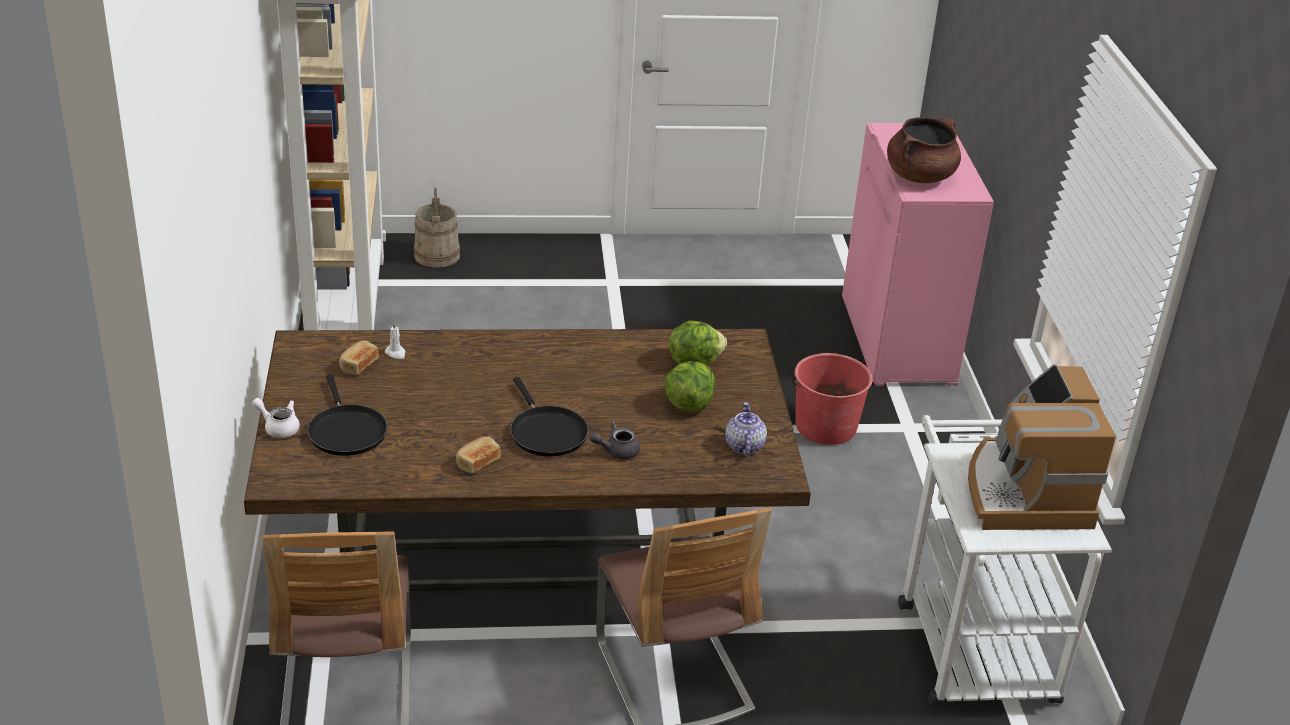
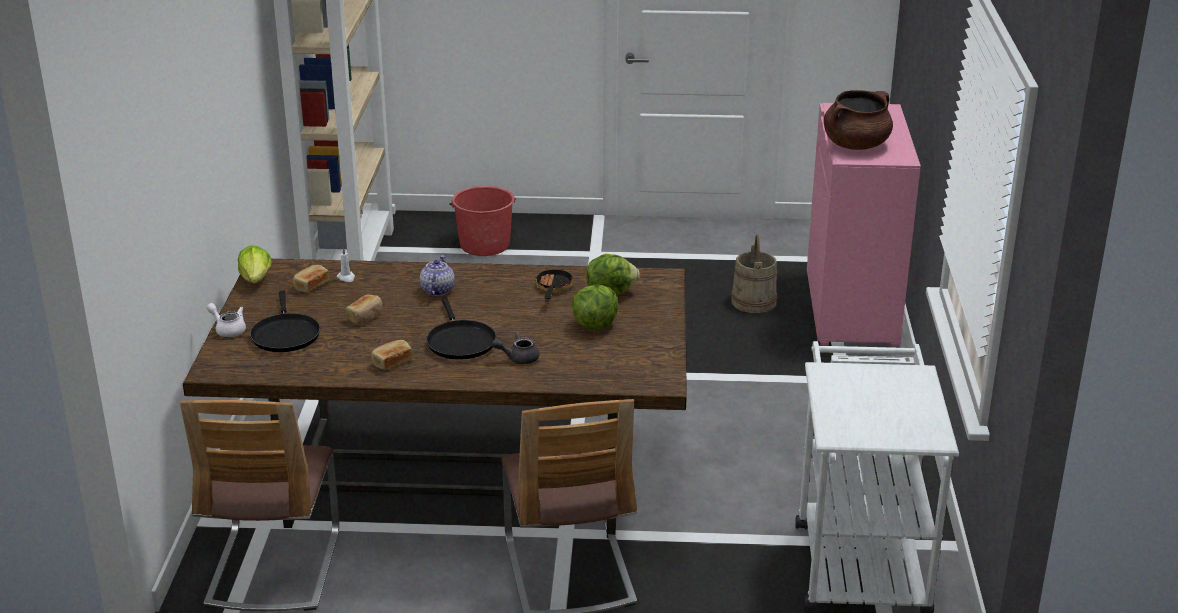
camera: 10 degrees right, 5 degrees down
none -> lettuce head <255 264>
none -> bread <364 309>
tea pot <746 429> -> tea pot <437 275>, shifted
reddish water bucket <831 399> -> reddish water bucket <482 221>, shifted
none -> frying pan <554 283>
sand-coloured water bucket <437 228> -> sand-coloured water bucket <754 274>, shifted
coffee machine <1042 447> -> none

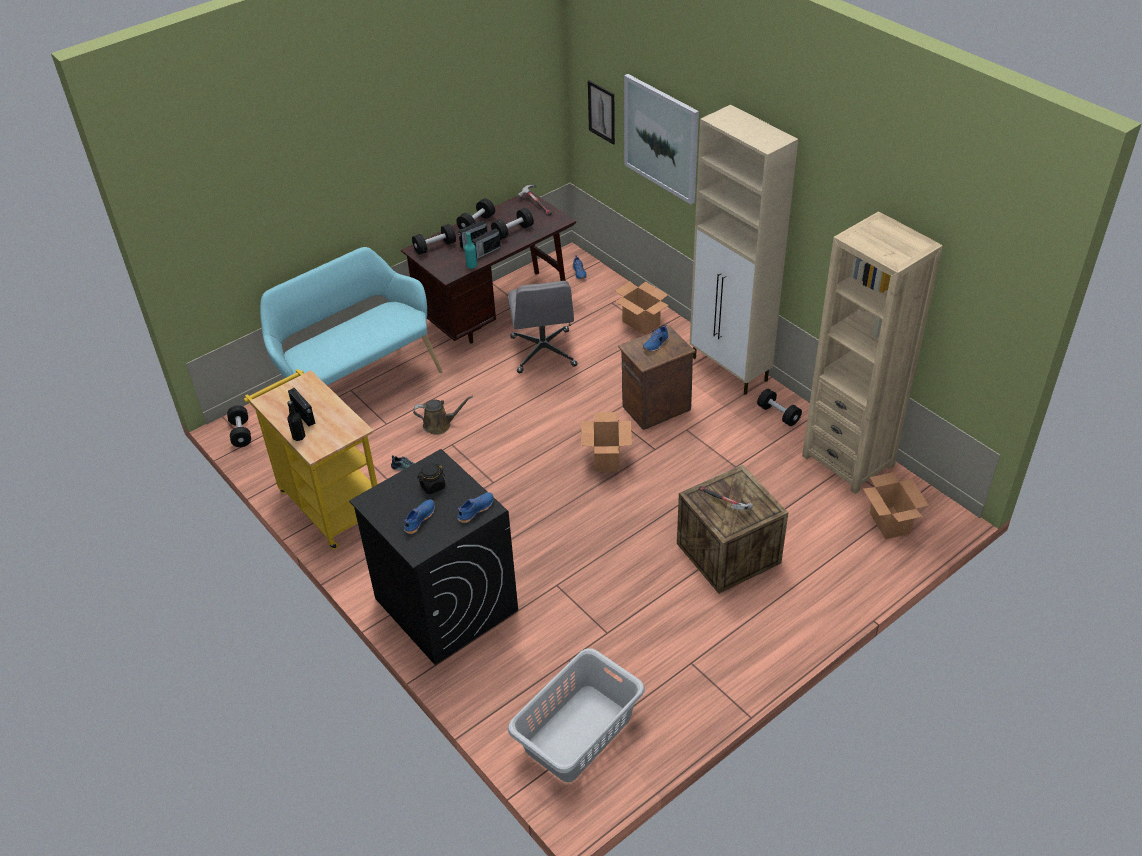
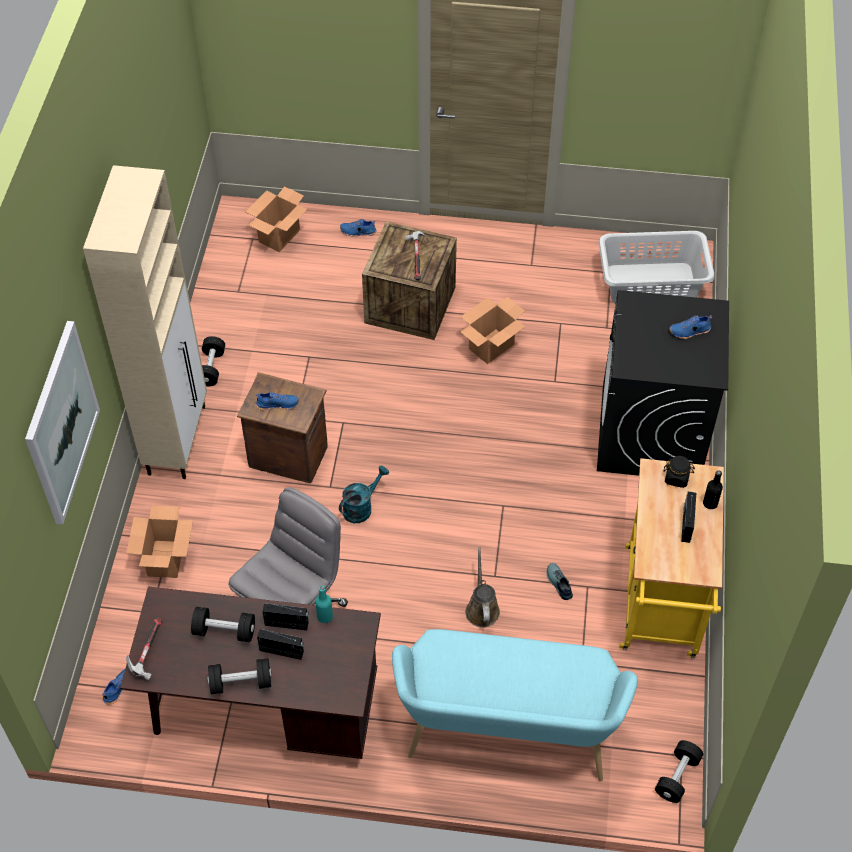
camera: 135 degrees left, 10 degrees up
none -> turquoise watering pot <364 494>
blue shoe <475 508> -> blue shoe <358 228>, shifted
cardboard box <606 442> -> cardboard box <493 330>, shifted
brown watering pot <443 415> -> brown watering pot <482 587>, 45 degrees clockwise
black-coloured preserve jar <431 478> -> black-coloured preserve jar <679 472>, shifted
black-coloured free weight <434 239> -> none
wall picture <601 112> -> none
sand-coloured bookshelf <872 352> -> none

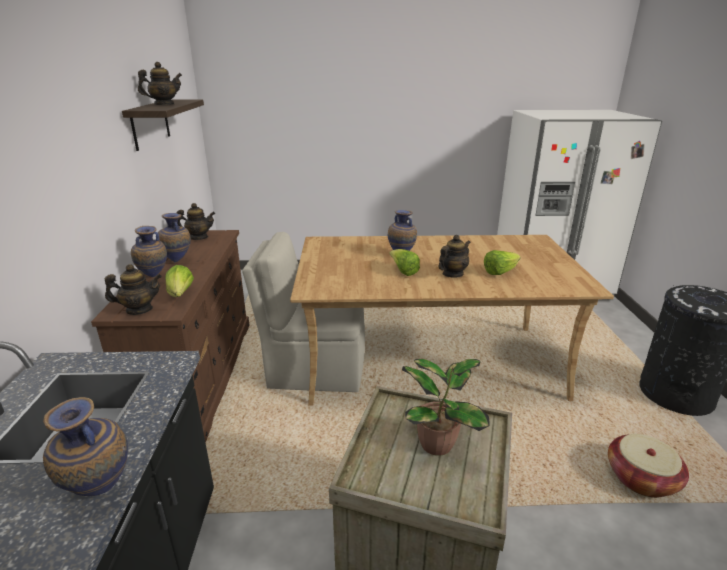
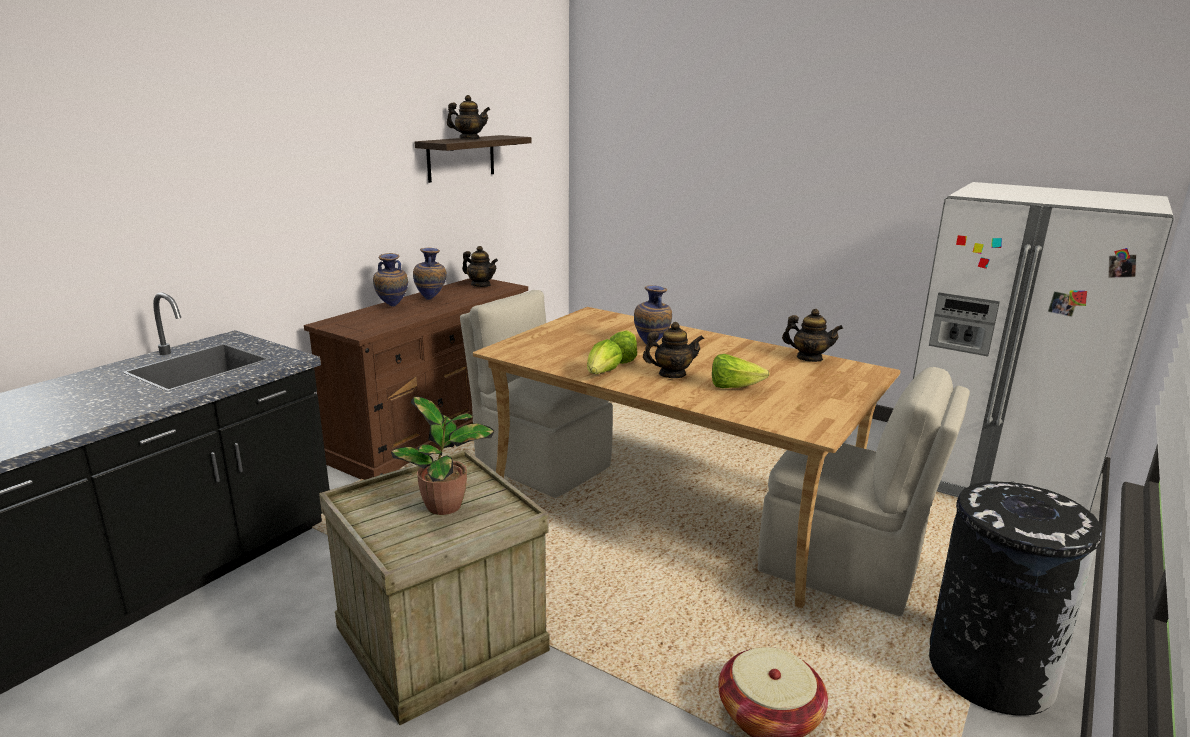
camera: 35 degrees right, 5 degrees down
lettuce head <179 281> -> lettuce head <604 356>, shifted
none -> sand-coloured plain chair <864 491>
tea pot <133 289> -> tea pot <812 335>, shifted
vase <85 446> -> none

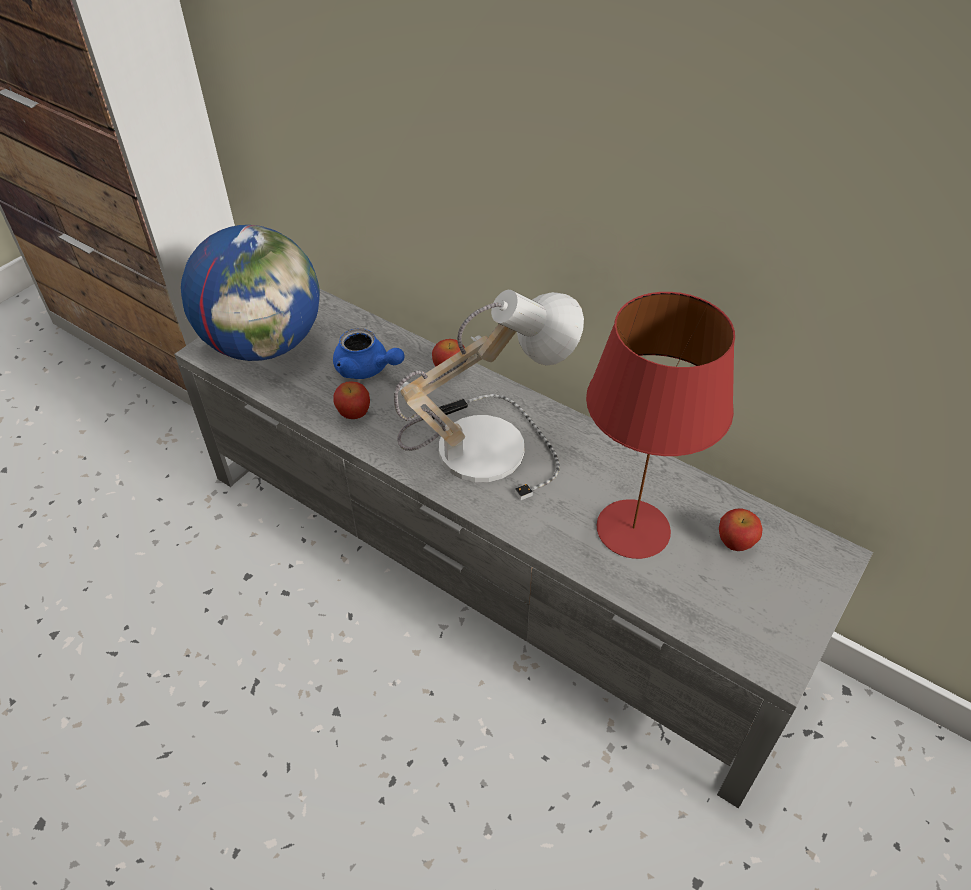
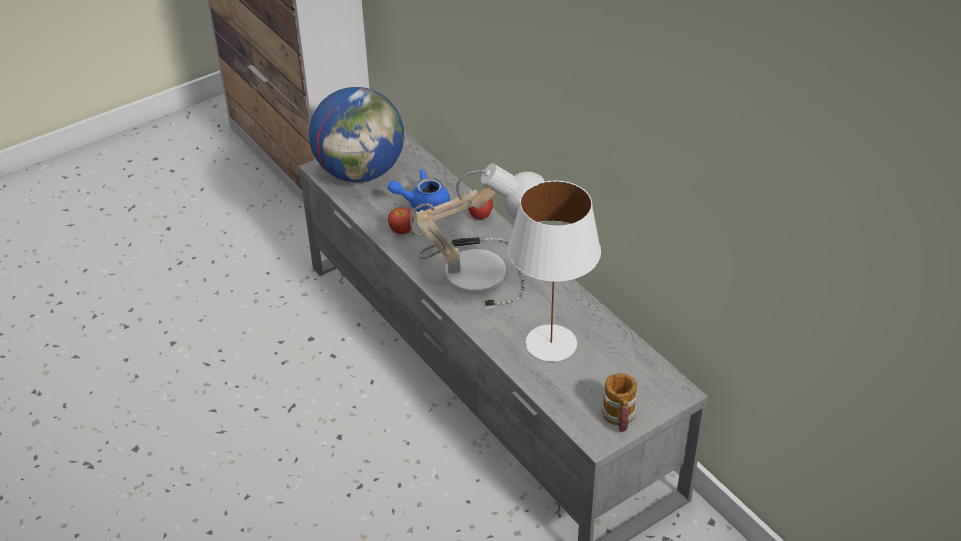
camera: 20 degrees right, 5 degrees down
blue tea pot <369 353> -> blue tea pot <419 190>, 120 degrees clockwise
reddish tabletop lamp <660 425> -> white tabletop lamp <554 271>
none -> tea mug <619 402>
whole apple <741 530> -> none

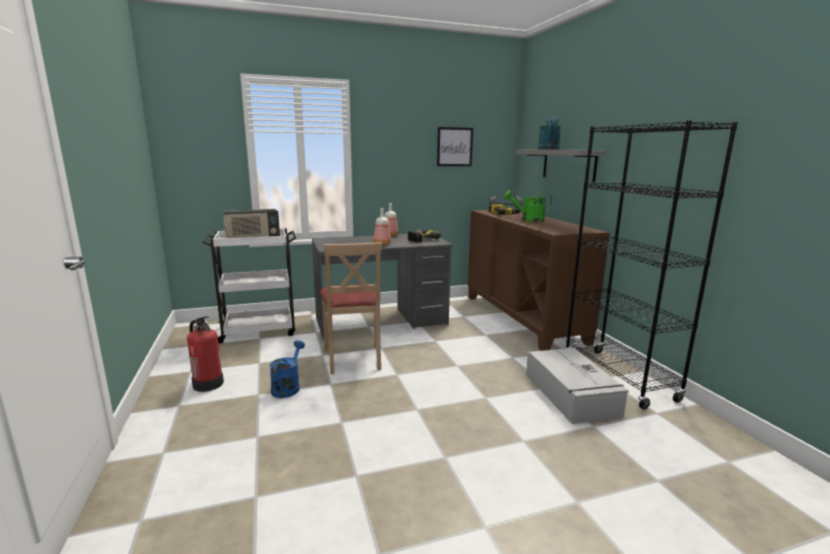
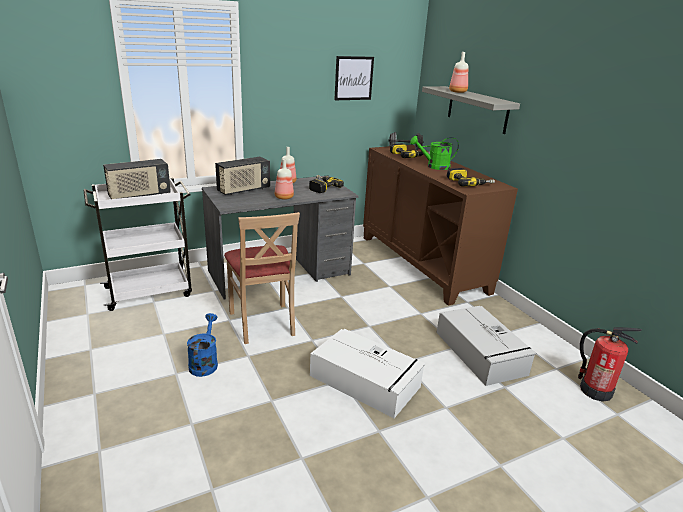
camera: 10 degrees left, 10 degrees up
none -> radio <242 176>
none -> white storage bin <367 373>
none -> electric drill <471 177>
turquoise watering pot <549 133> -> beverage bottle <458 72>
extinguisher <205 354> -> extinguisher <610 364>, shifted
black-coloured bookshelf <651 264> -> none

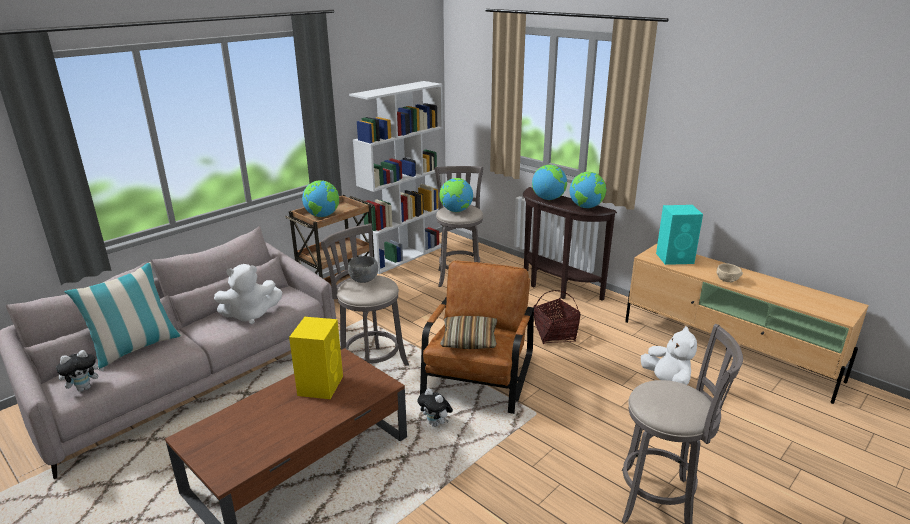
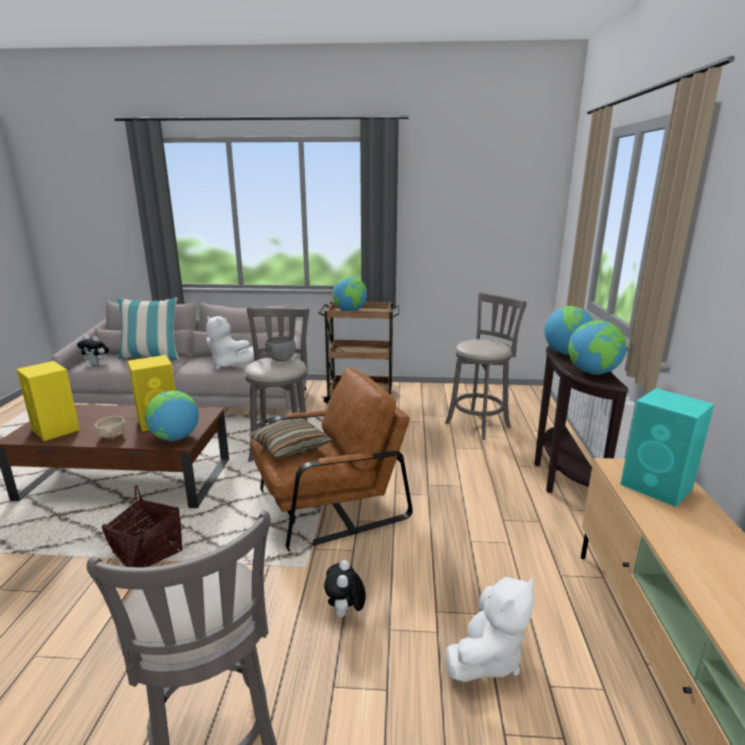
camera: 50 degrees right, 5 degrees down
none -> yellow speaker <48 401>
sand-coloured serving bowl <729 273> -> sand-coloured serving bowl <110 427>, shifted
basket <557 317> -> basket <142 526>, shifted
world globe <456 195> -> world globe <172 415>, shifted
soft toy <435 407> -> soft toy <345 589>, shifted
white bookshelf <396 177> -> none

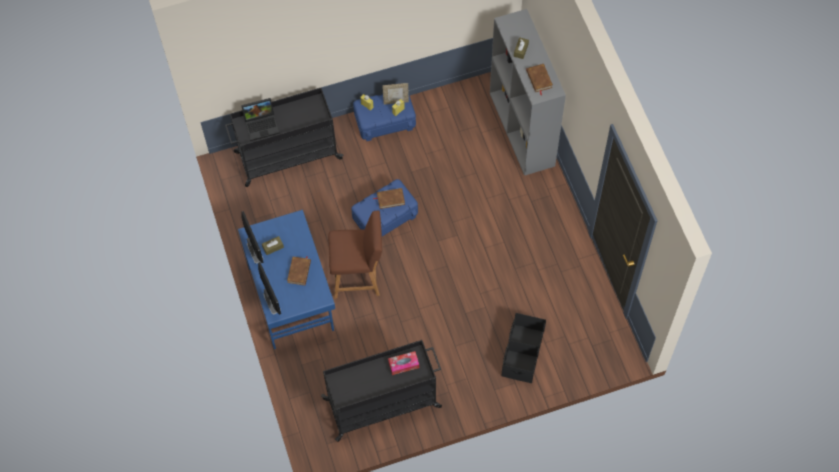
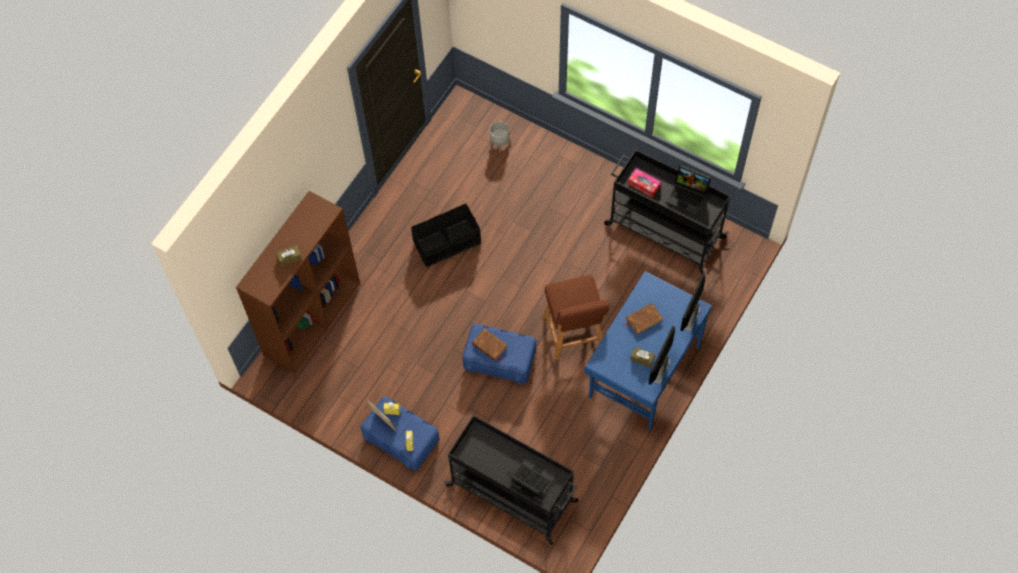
camera: 130 degrees left, 0 degrees up
greyish bookshelf <528 92> -> brown bookshelf <298 282>
black-coloured storage bin <524 348> -> black-coloured storage bin <446 235>, shifted
none -> greyish flower pot <500 136>
brown plain chair <355 254> -> brown plain chair <576 317>, 150 degrees counterclockwise
none -> laptop <688 190>
brown book <539 79> -> none

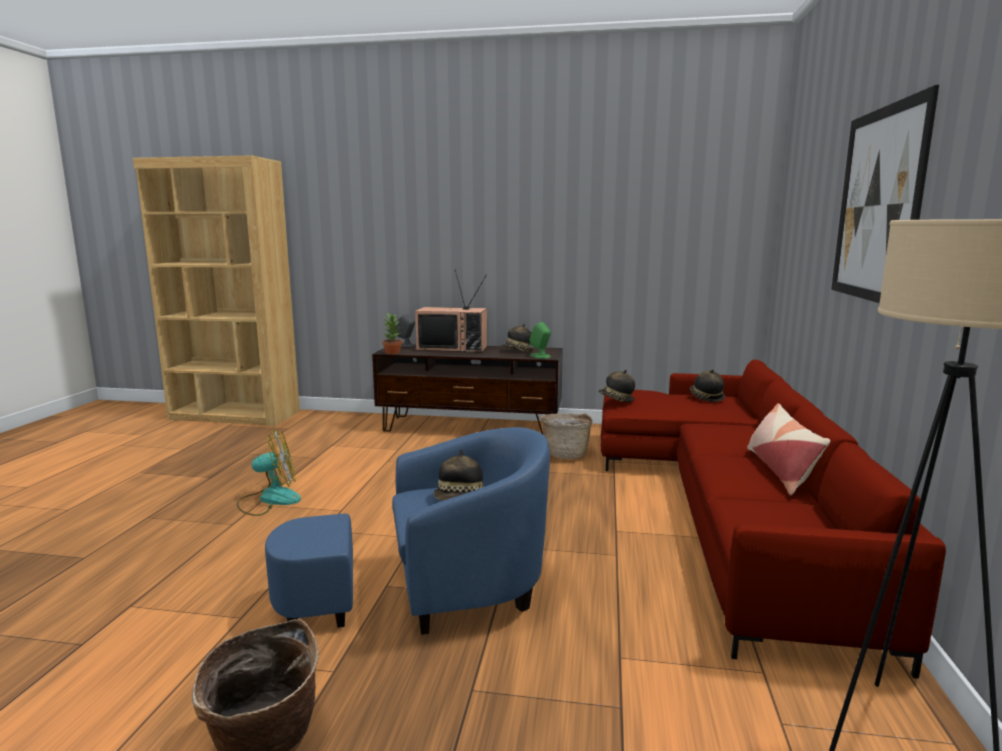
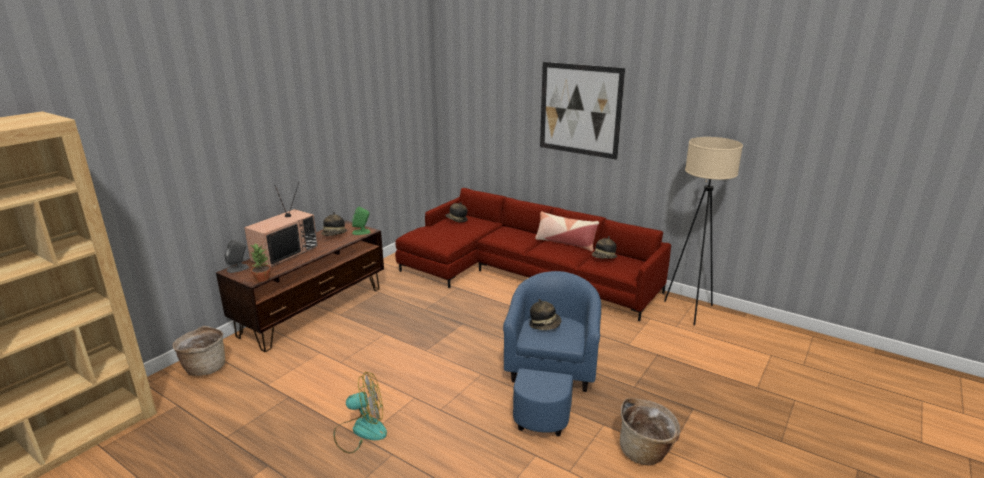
camera: 65 degrees left, 10 degrees up
basket <567 436> -> basket <199 351>, shifted
fan <269 473> -> fan <360 412>, 75 degrees clockwise
wearable hat <616 385> -> wearable hat <604 247>, shifted

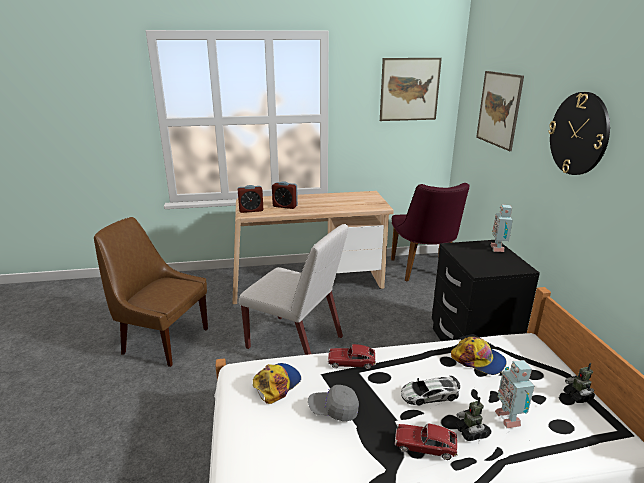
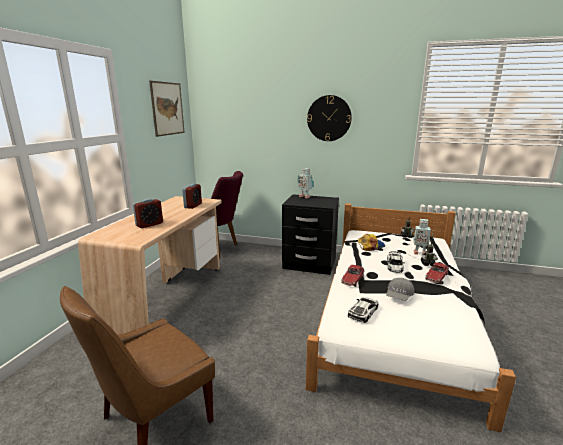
camera: 65 degrees left, 5 degrees down
bedside clock <251 199> -> bedside clock <192 196>, shifted
baseball cap <277 383> -> miniature car <363 310>
white plain chair <293 289> -> none
wall picture <500 111> -> none

